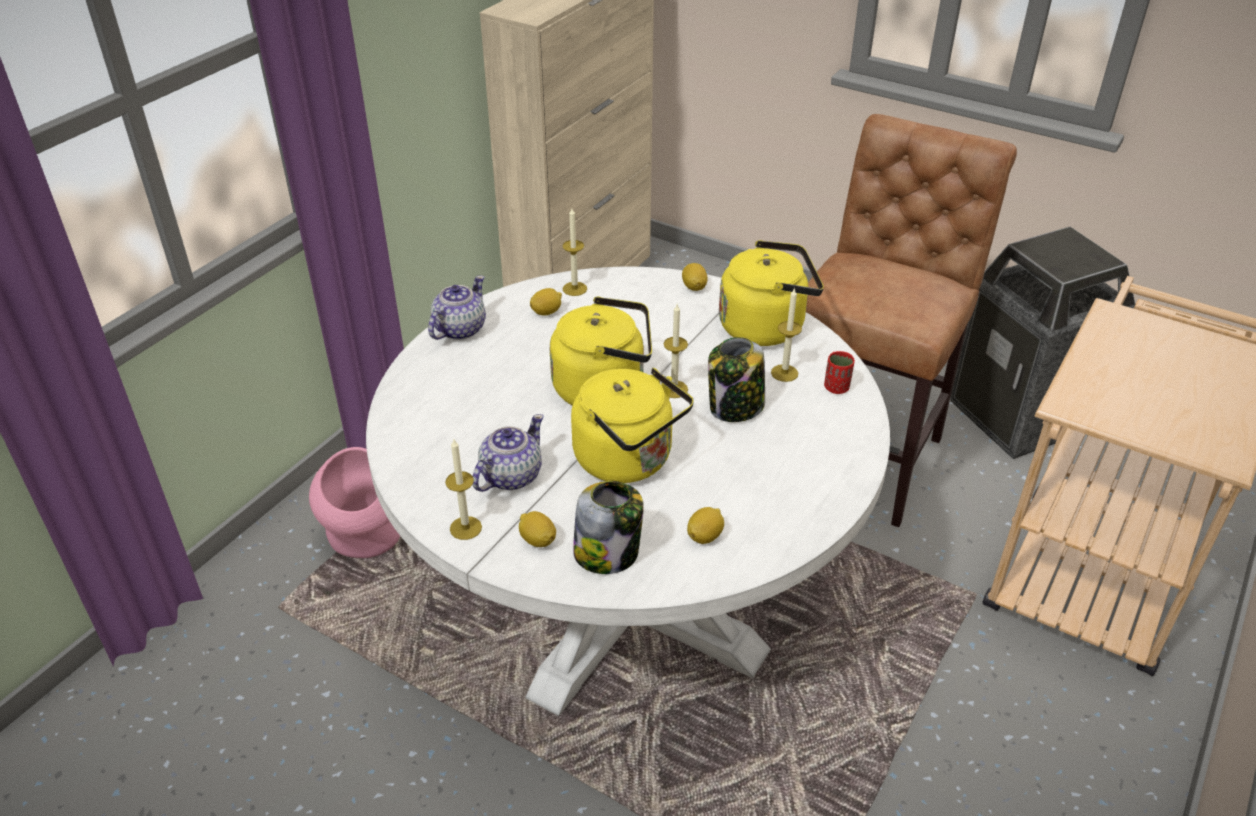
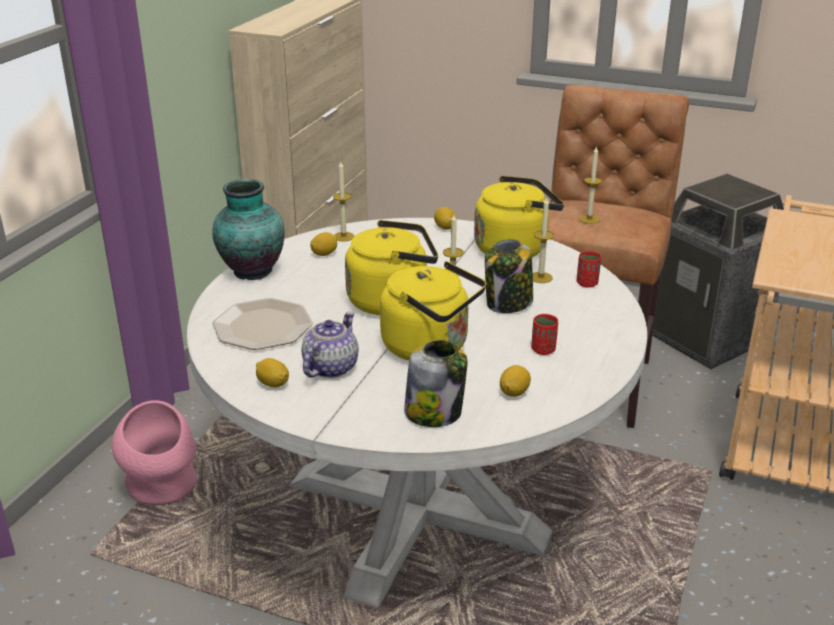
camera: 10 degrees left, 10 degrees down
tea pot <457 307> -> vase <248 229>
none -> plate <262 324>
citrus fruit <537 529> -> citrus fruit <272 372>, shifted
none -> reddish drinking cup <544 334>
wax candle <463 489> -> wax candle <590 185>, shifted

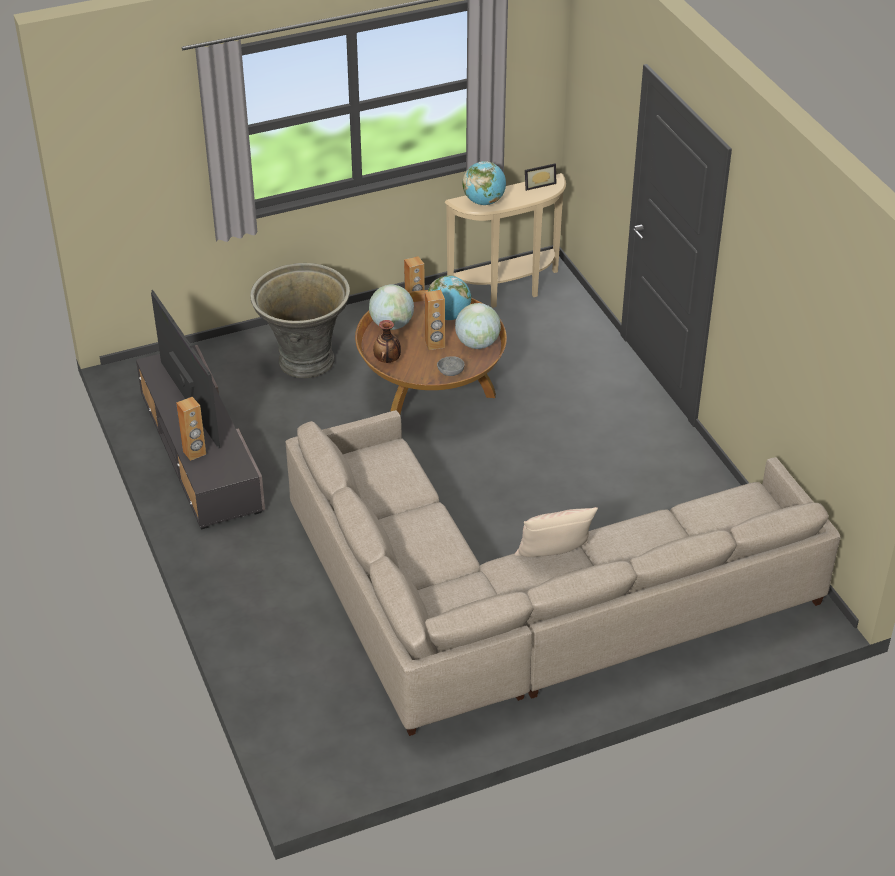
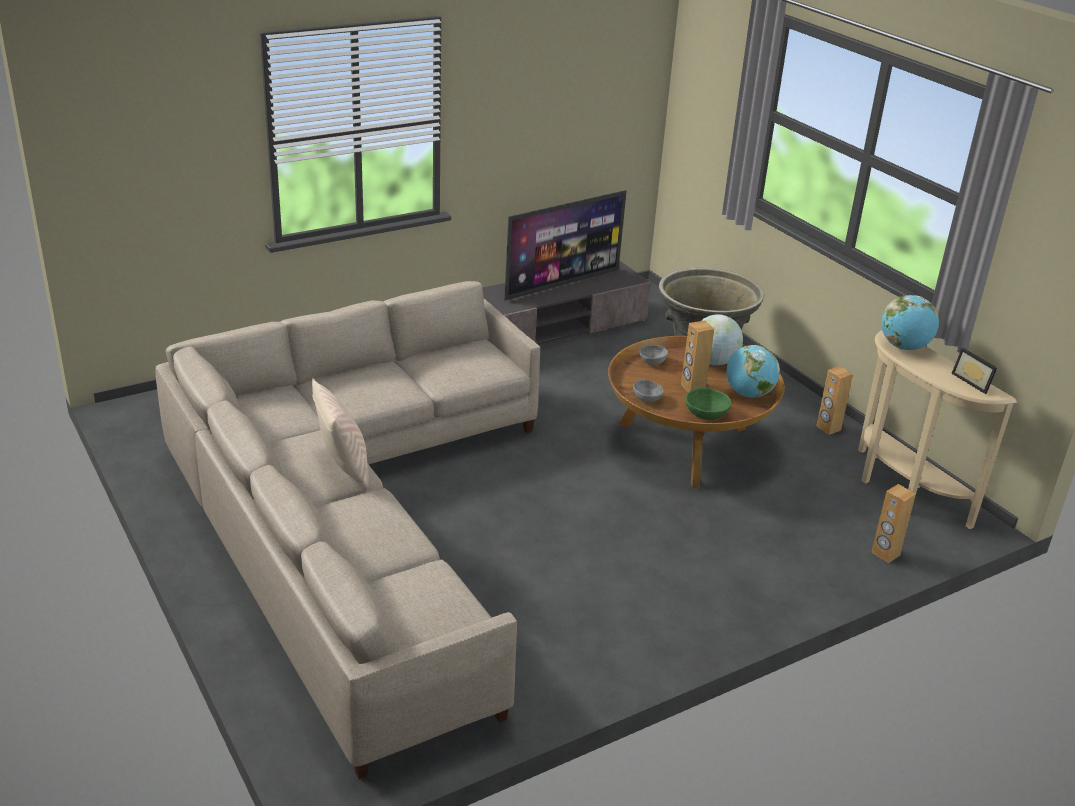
camera: 80 degrees right, 10 degrees down
vase <387 341> -> greyish serving bowl <653 355>
world globe <478 326> -> green-coloured serving bowl <708 403>
brown speaker <191 429> -> brown speaker <893 523>, shifted

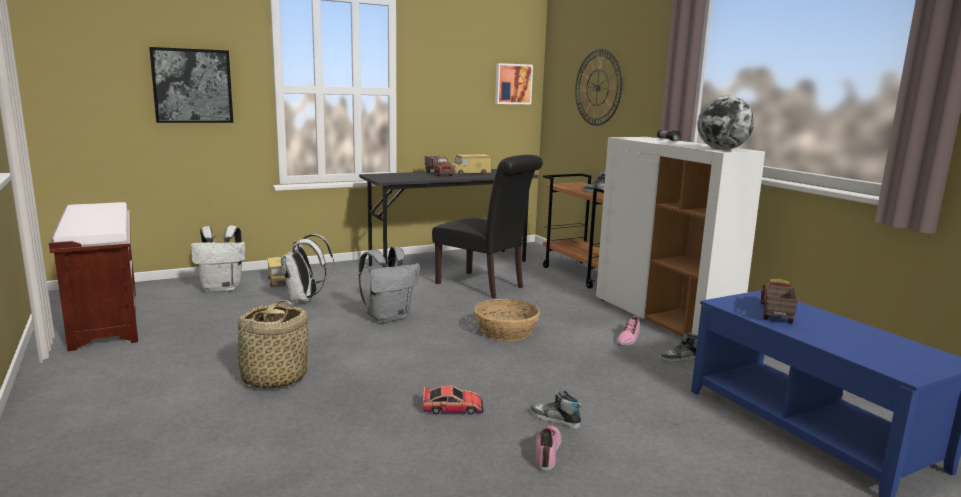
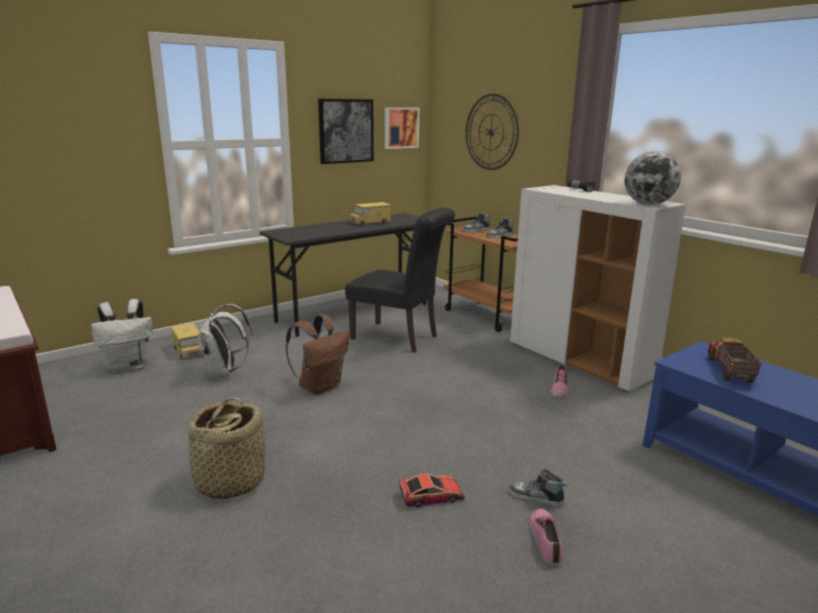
camera: 10 degrees left, 5 degrees up
greyish backpack <389 284> -> brown backpack <318 354>
wall picture <191 85> -> wall picture <346 131>, shifted
shoe <679 347> -> shoe <476 222>, shifted
toy truck <439 166> -> none
basket <507 320> -> none

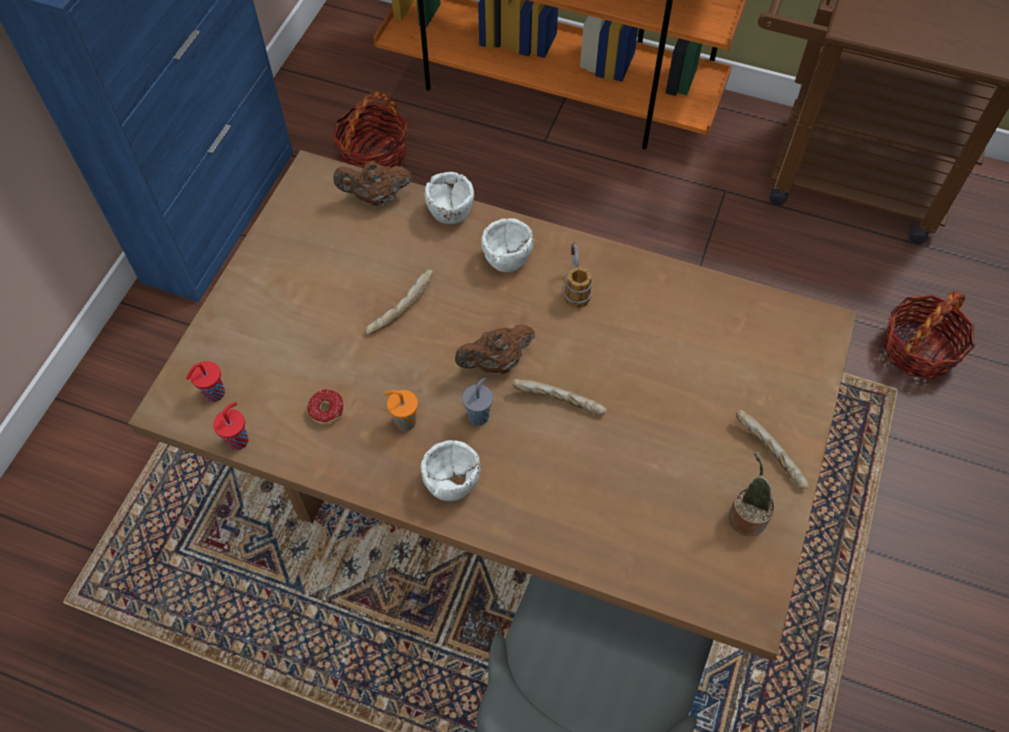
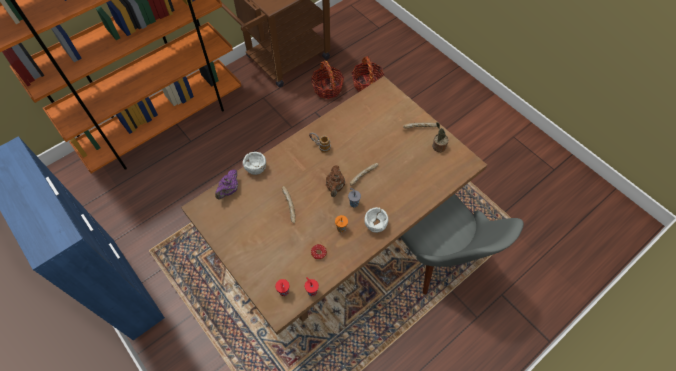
camera: 60 degrees left, 0 degrees up
brown tea pot <372 183> -> purple-coloured tea pot <226 185>
basket <370 129> -> basket <327 79>, shifted
white serving bowl <507 245> -> none

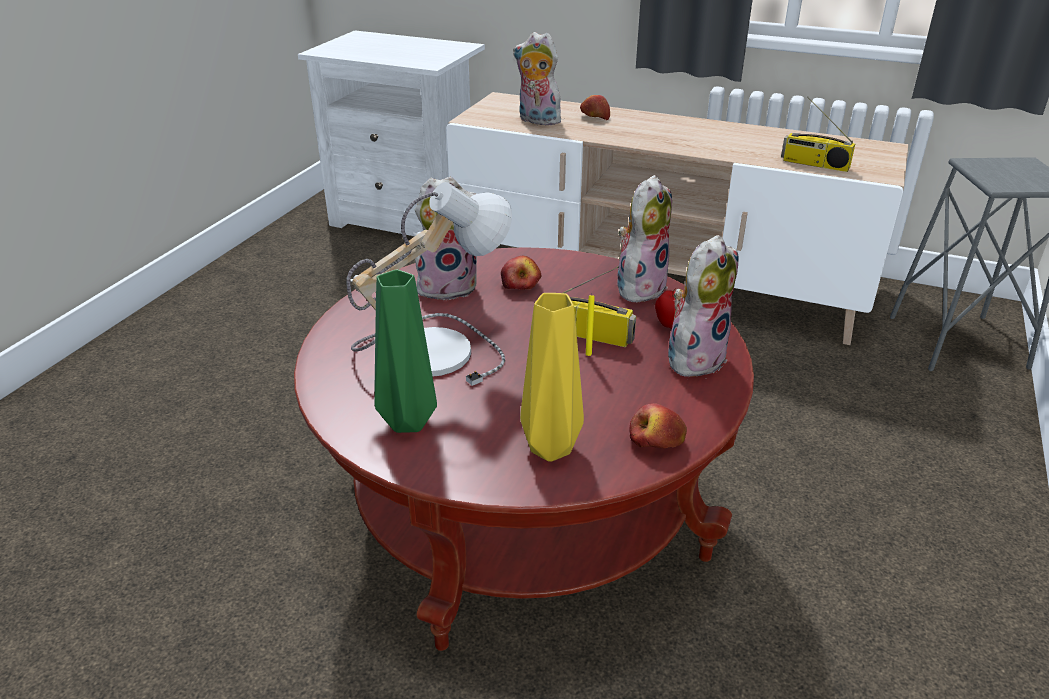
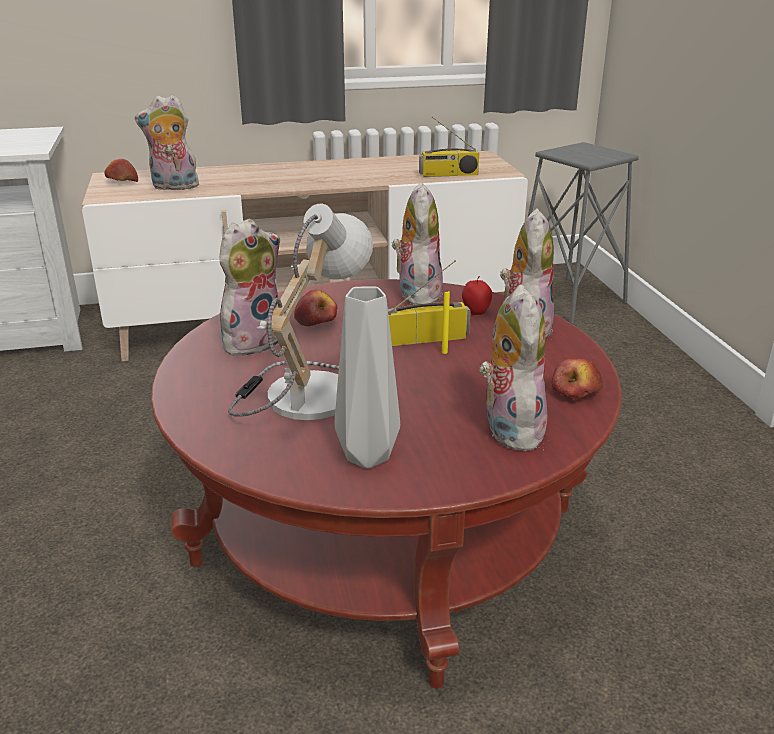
camera: 35 degrees left, 5 degrees down
whole apple <595 107> -> whole apple <121 170>, shifted
green-coloured vase <405 351> -> greyish vase <367 377>
yellow vase <552 377> -> soft toy <513 367>

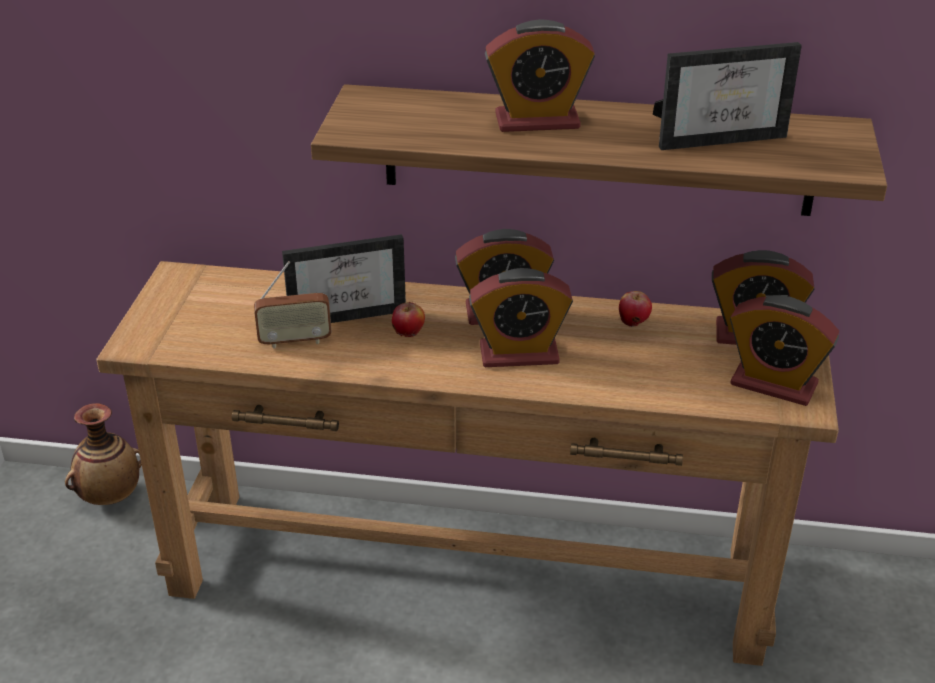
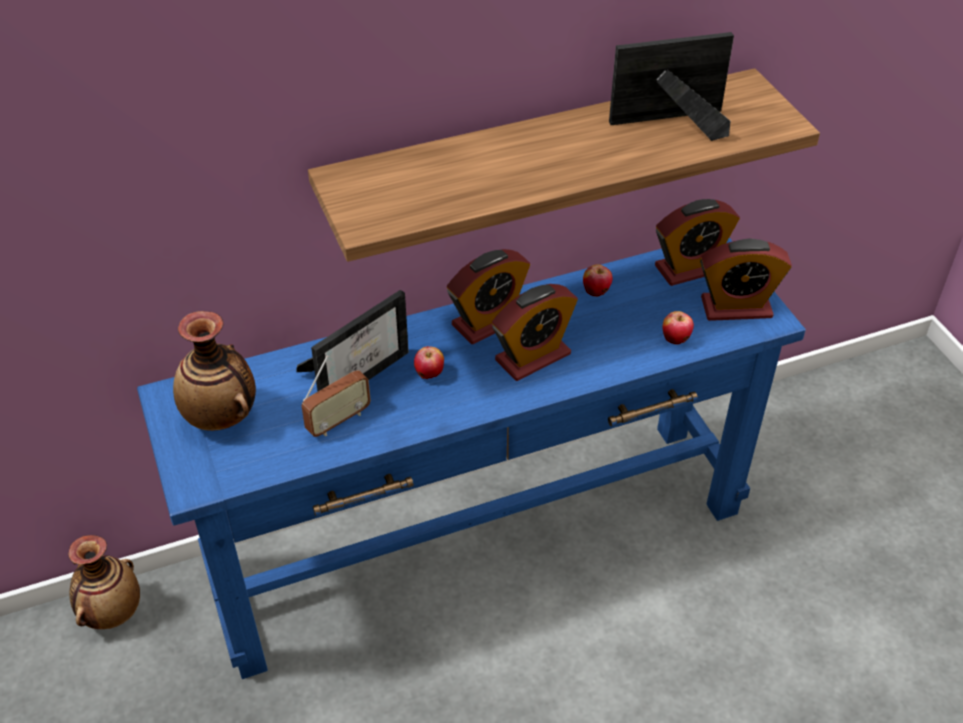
camera: 30 degrees left, 10 degrees up
brown hall table <467 463> -> blue hall table <471 458>
none -> vase <214 371>
standing frame <727 96> -> standing frame <671 86>, 150 degrees counterclockwise
none -> whole apple <678 328>
bedside clock <540 75> -> none

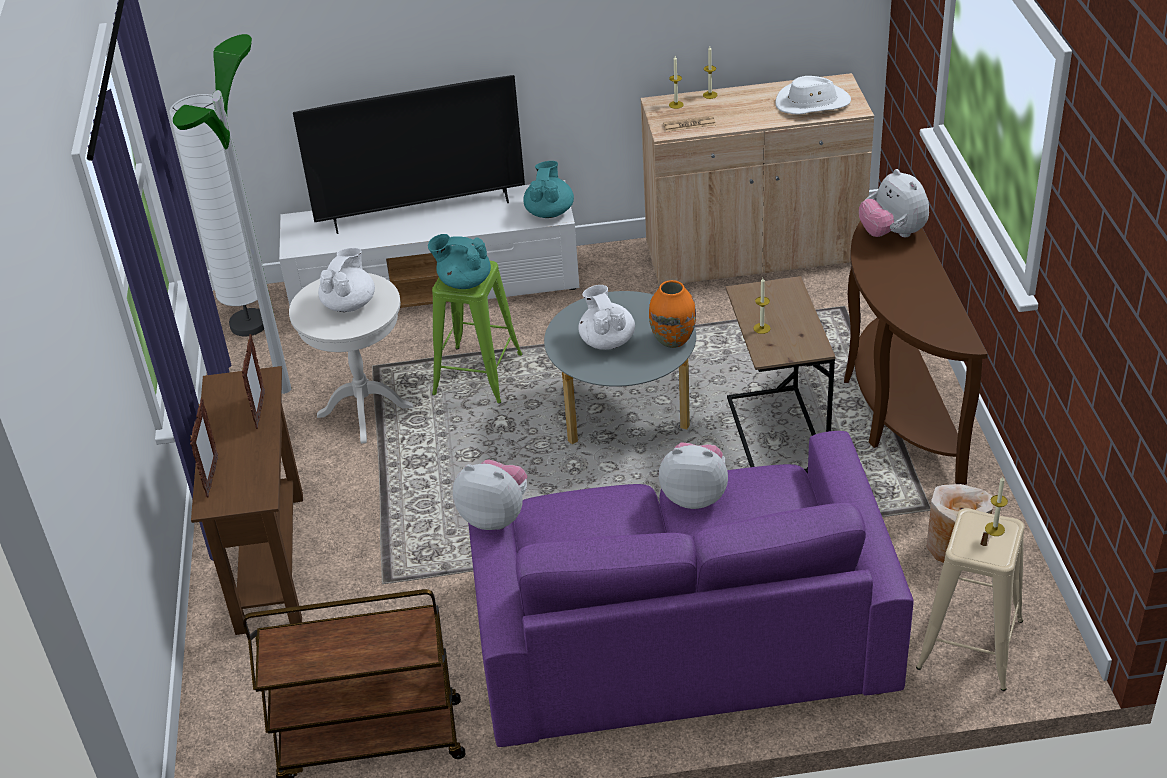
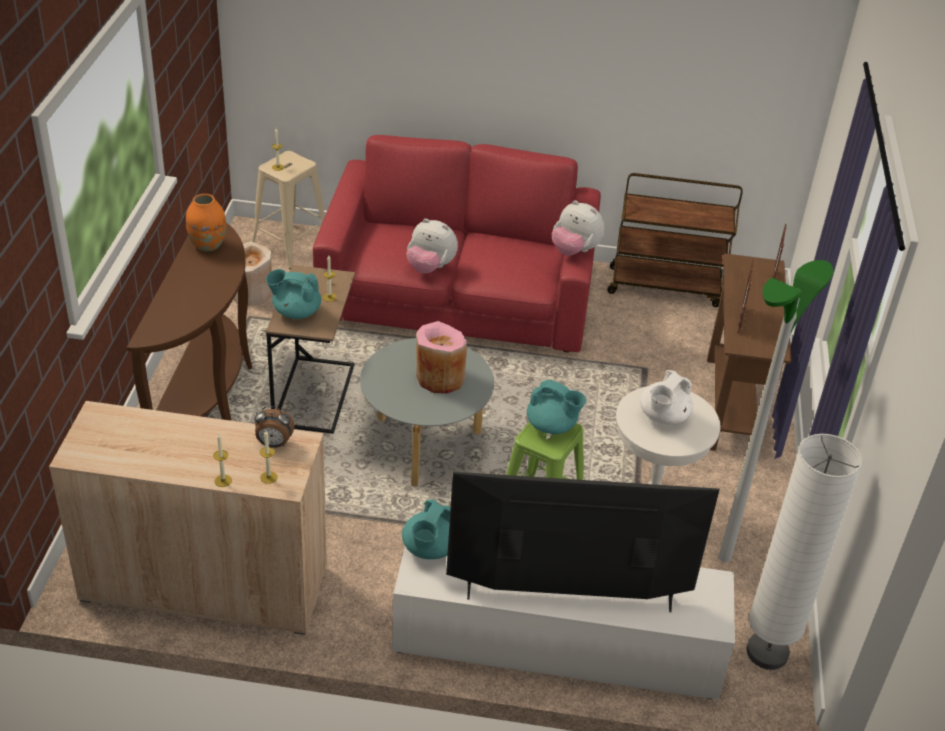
camera: 170 degrees left, 0 degrees up
orange vase <672 314> -> orange vase <206 223>, shifted
newspaper <689 124> -> bedside clock <274 427>
none -> turquoise tea pot <293 294>
purple-coloured settee <691 589> -> reddish settee <457 243>
white tea pot <606 317> -> pinkish vase <441 357>
white wearable hat <813 95> -> none
soft toy <894 203> -> none

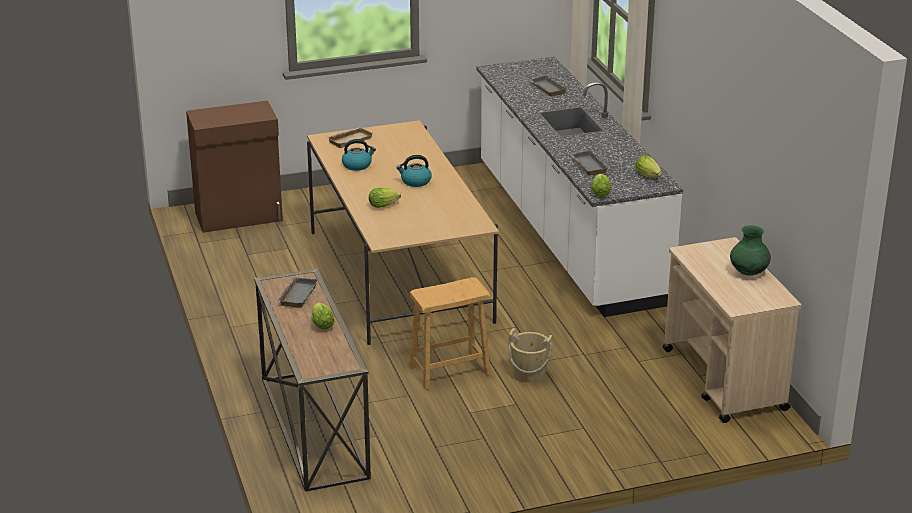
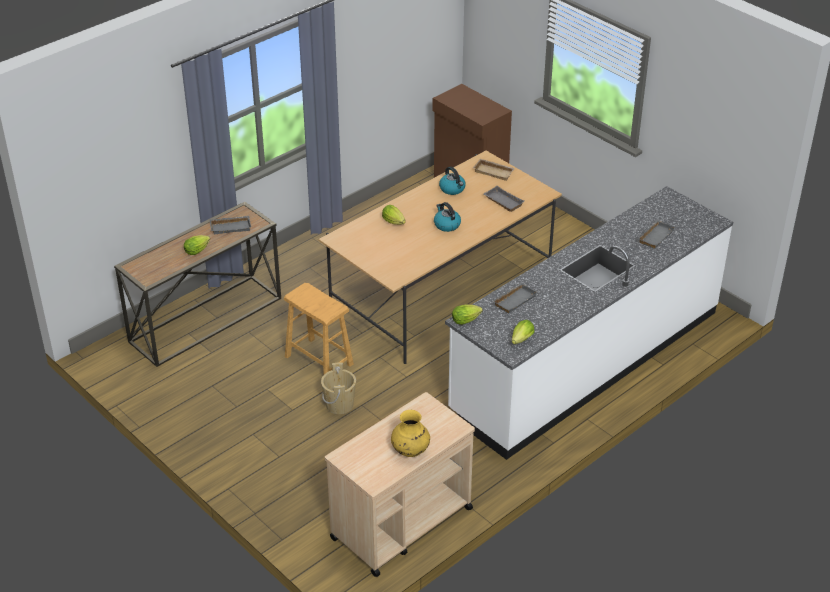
camera: 65 degrees right, 10 degrees up
green-coloured vase <750 250> -> yellow vase <410 433>
none -> greyish tray <504 199>

